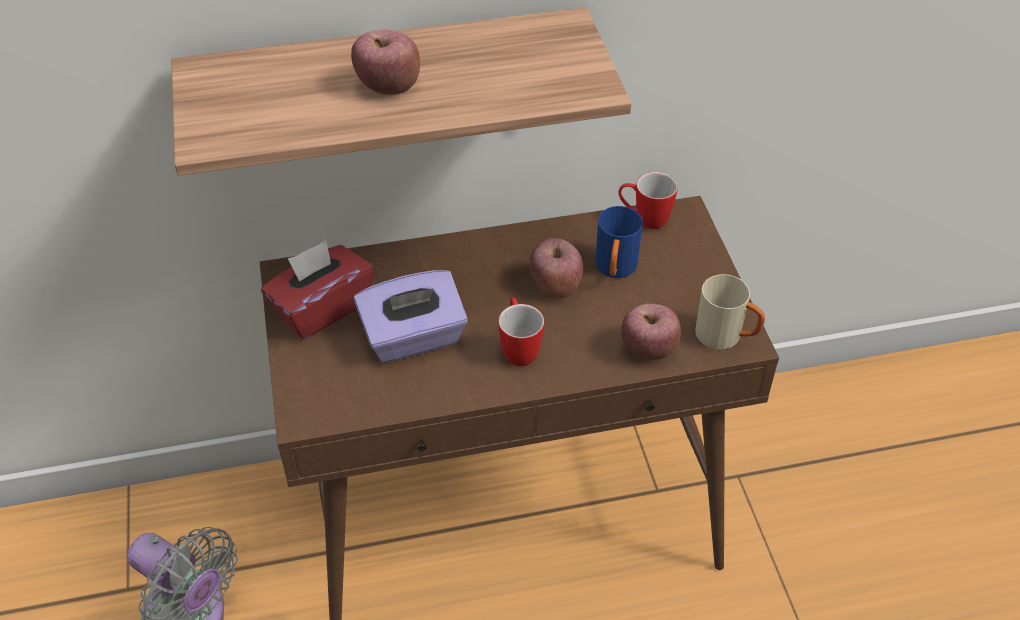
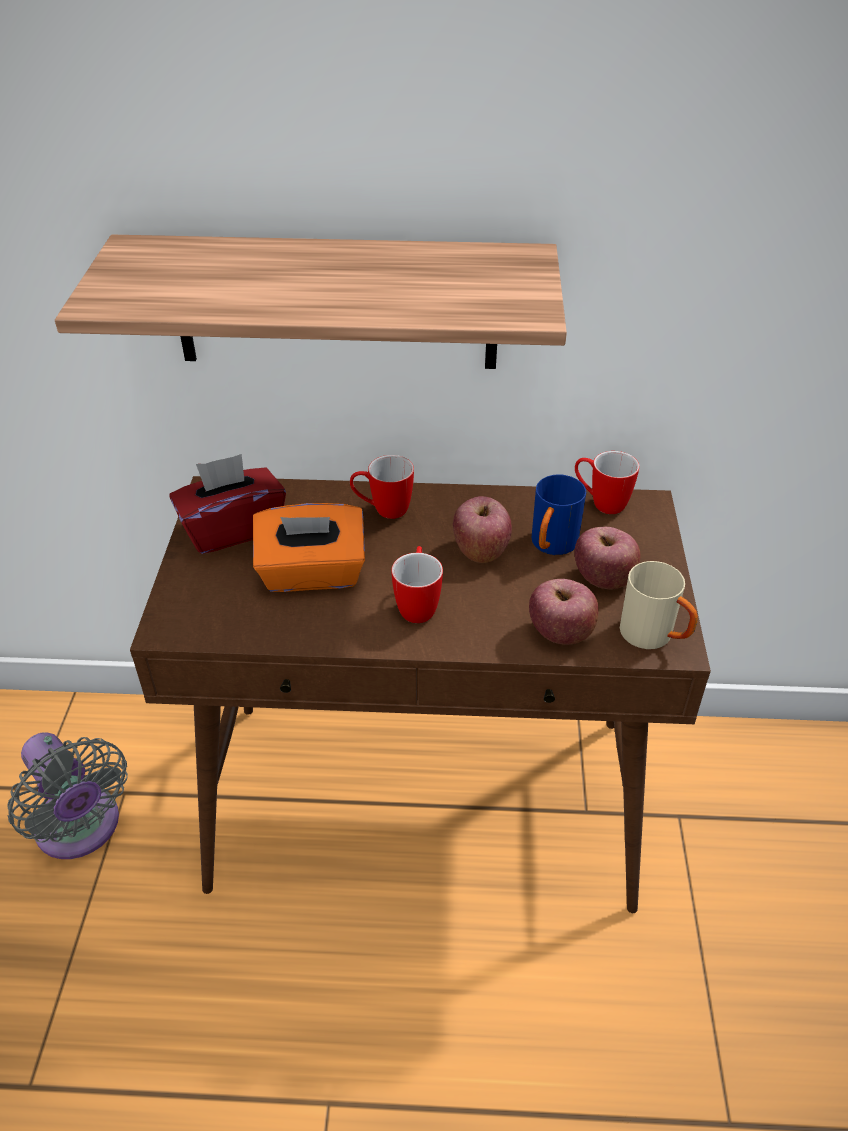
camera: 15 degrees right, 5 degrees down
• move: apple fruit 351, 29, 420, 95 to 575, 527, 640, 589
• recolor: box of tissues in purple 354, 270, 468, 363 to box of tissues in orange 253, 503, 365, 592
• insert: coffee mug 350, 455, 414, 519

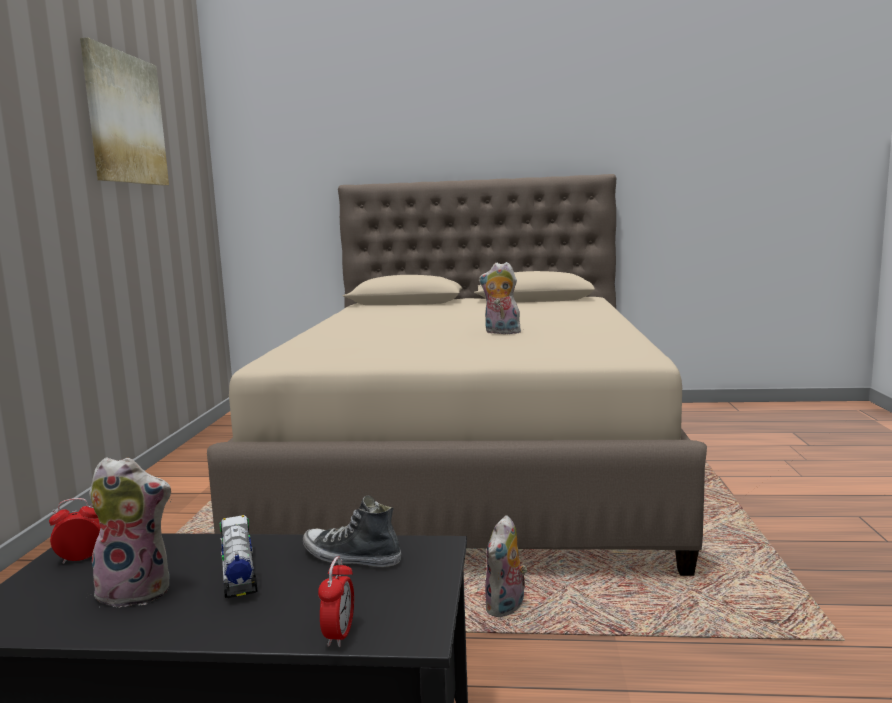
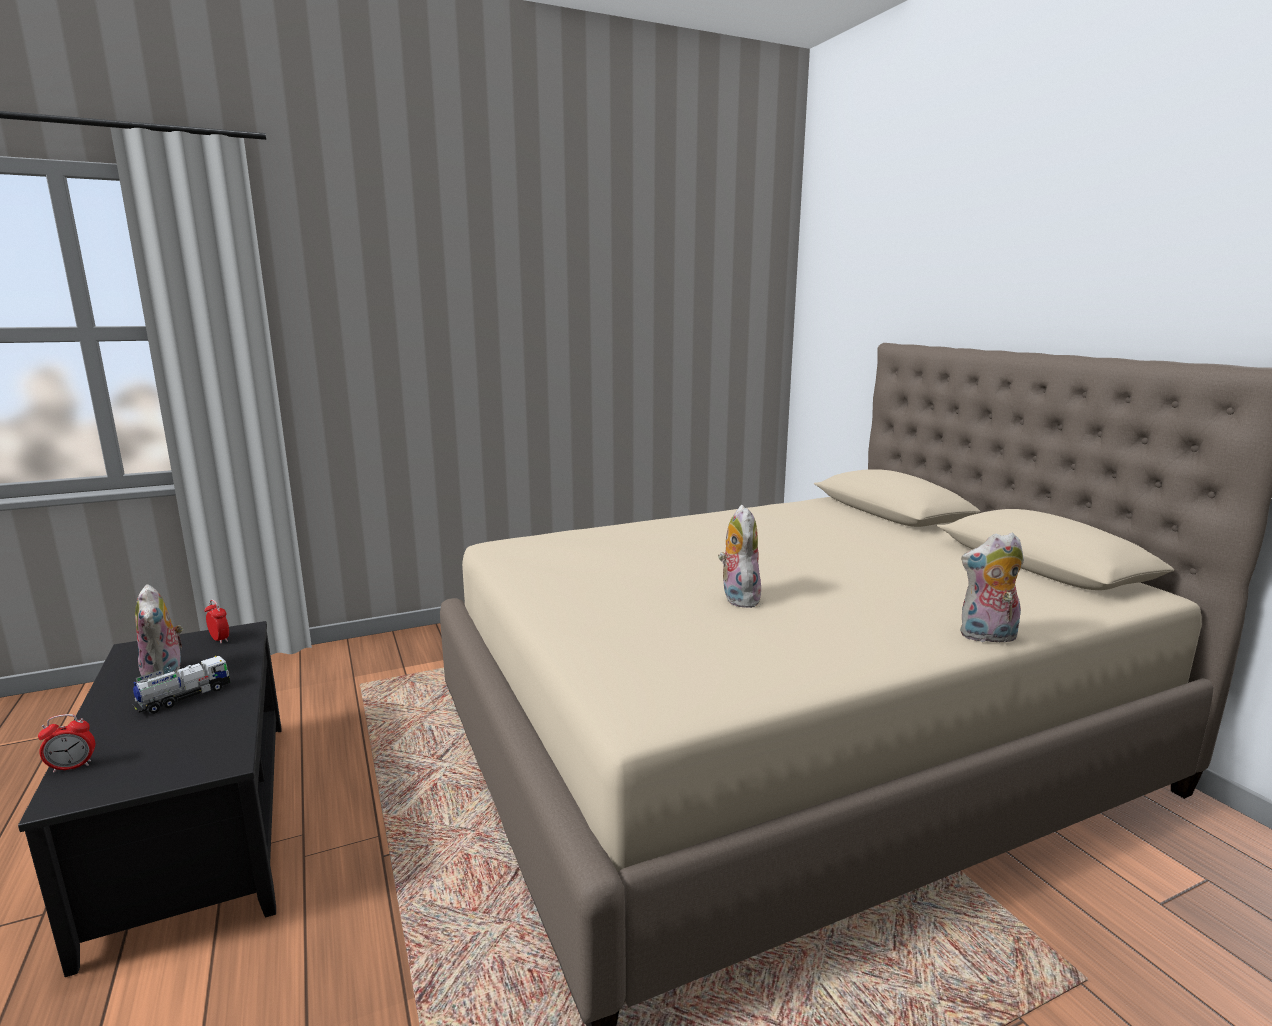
camera: 60 degrees right, 5 degrees up
• delete: wall picture 80, 38, 169, 185
• delete: shoe 303, 496, 401, 567
• move: cuddly toy 485, 515, 527, 617 to 960, 532, 1024, 645

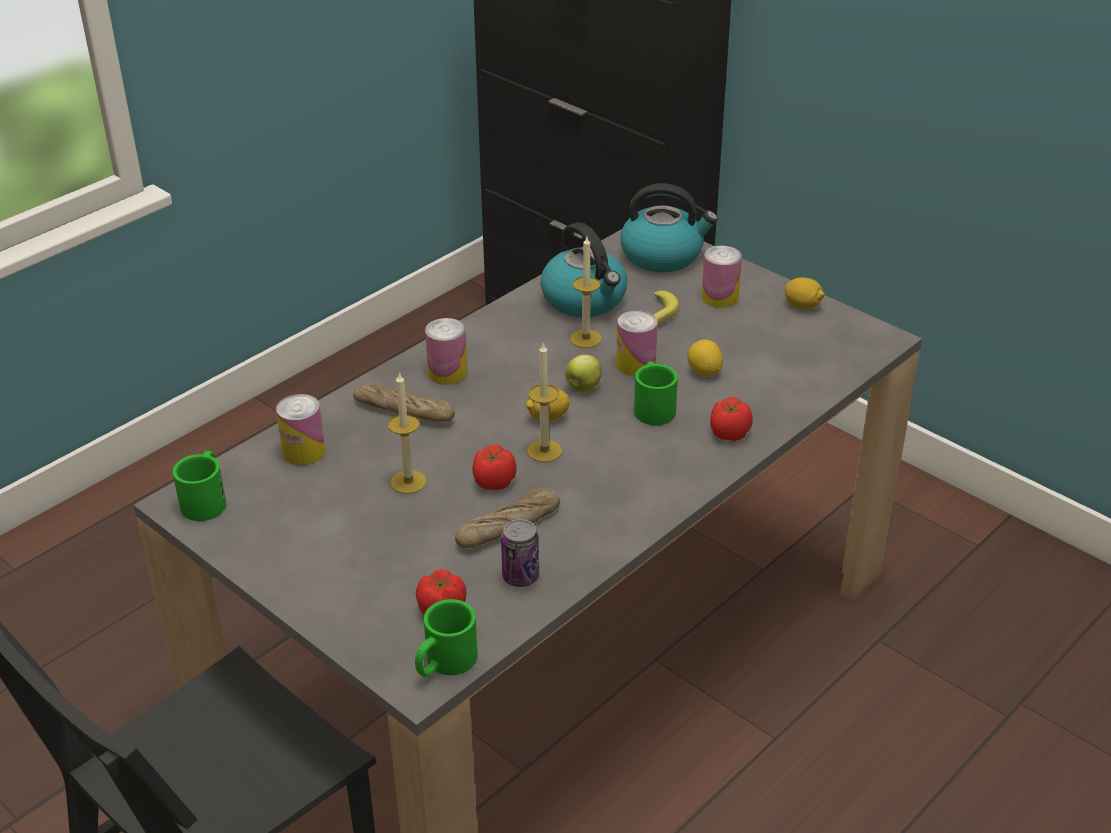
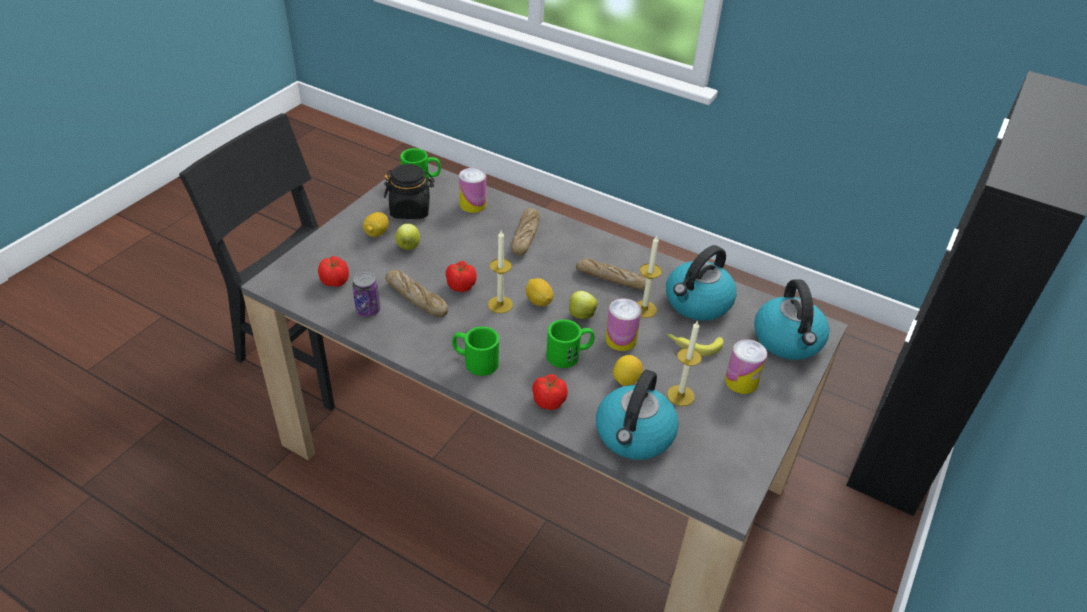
camera: 75 degrees right, 5 degrees up
• move: lemon 785, 277, 825, 309 to 363, 212, 389, 237
• delete: can 425, 318, 468, 385
• move: wax light 388, 372, 427, 494 to 667, 320, 702, 406
• move: coffee mug in green 415, 599, 478, 677 to 452, 327, 499, 376
• insert: jar in black-coloured 384, 164, 434, 219
• insert: apple fruit 395, 223, 420, 250
• insert: bakery bread 576, 258, 646, 290
• insert: tea kettle 596, 370, 679, 460

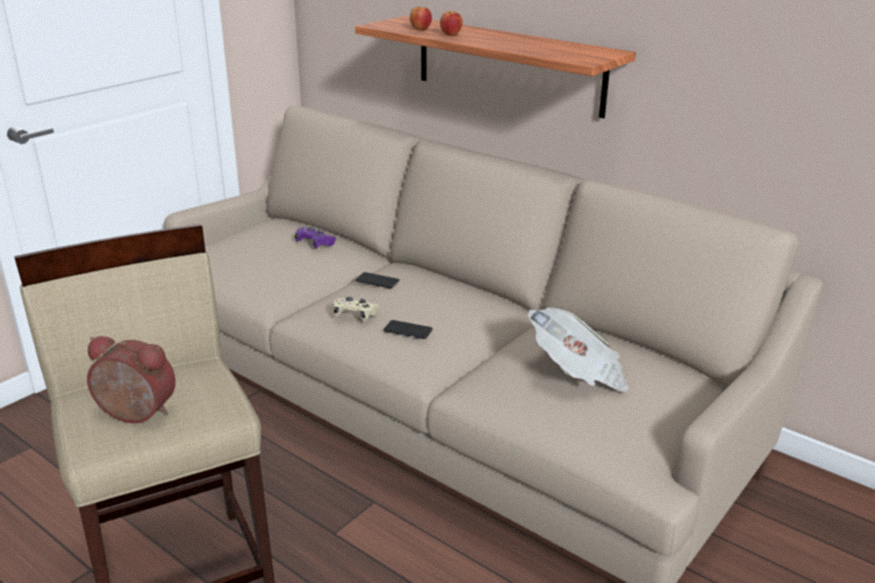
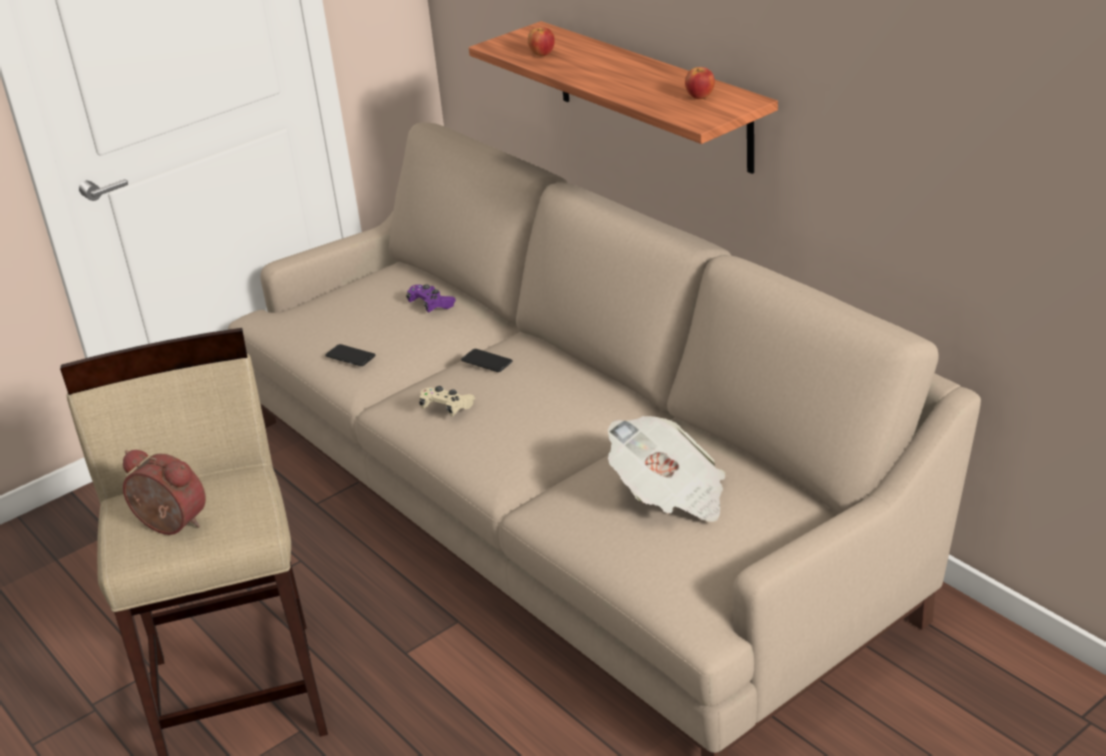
camera: 15 degrees right, 5 degrees up
• move: apple fruit 440, 11, 463, 36 to 685, 67, 715, 99
• move: telephone 383, 320, 433, 339 to 325, 344, 376, 366

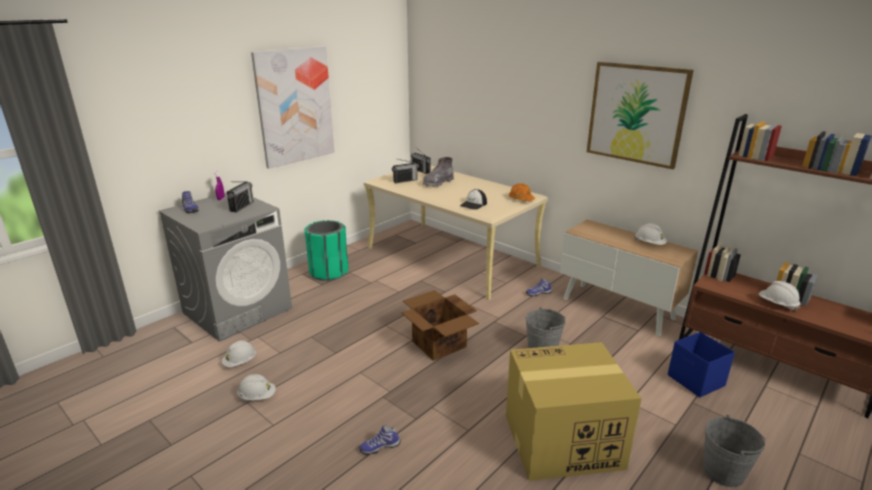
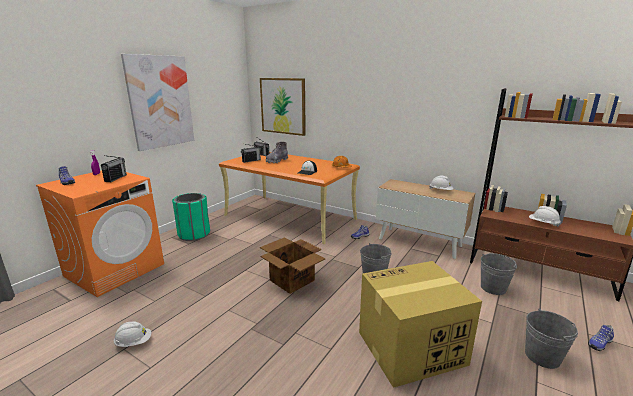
camera: 10 degrees left, 5 degrees down
• move: wall picture 587, 62, 694, 169 to 260, 78, 306, 136
• recolor: desk in beige-coloured 364, 165, 548, 300 to desk in orange 219, 152, 360, 244
• recolor: laundry machine in greyish 159, 193, 292, 342 to laundry machine in orange 36, 170, 164, 297
• replace: storage box in blue-coloured 668, 332, 735, 397 to pail in greyish 481, 253, 517, 295
• delete: hard hat in whitish 222, 340, 256, 367
• move: shoe 359, 425, 400, 455 to 588, 325, 614, 351

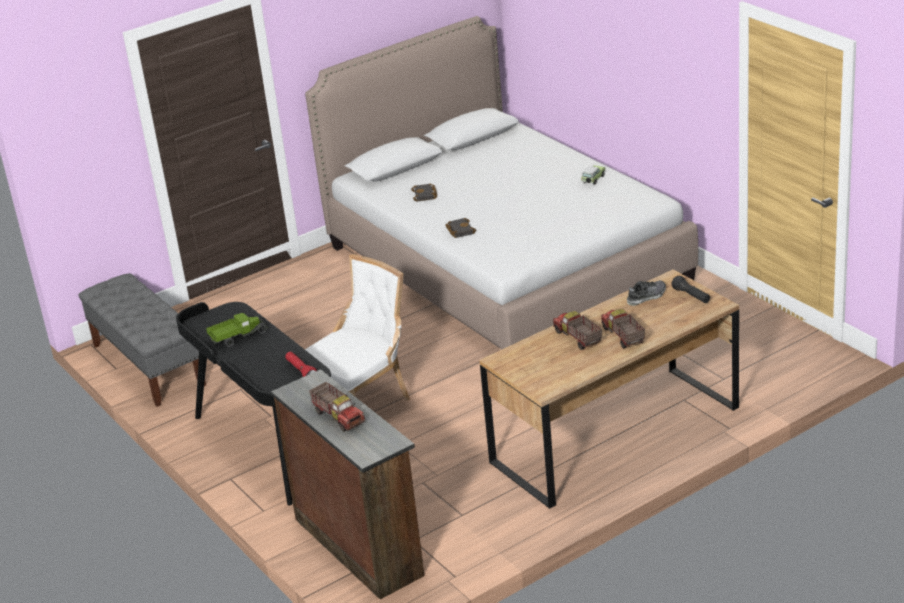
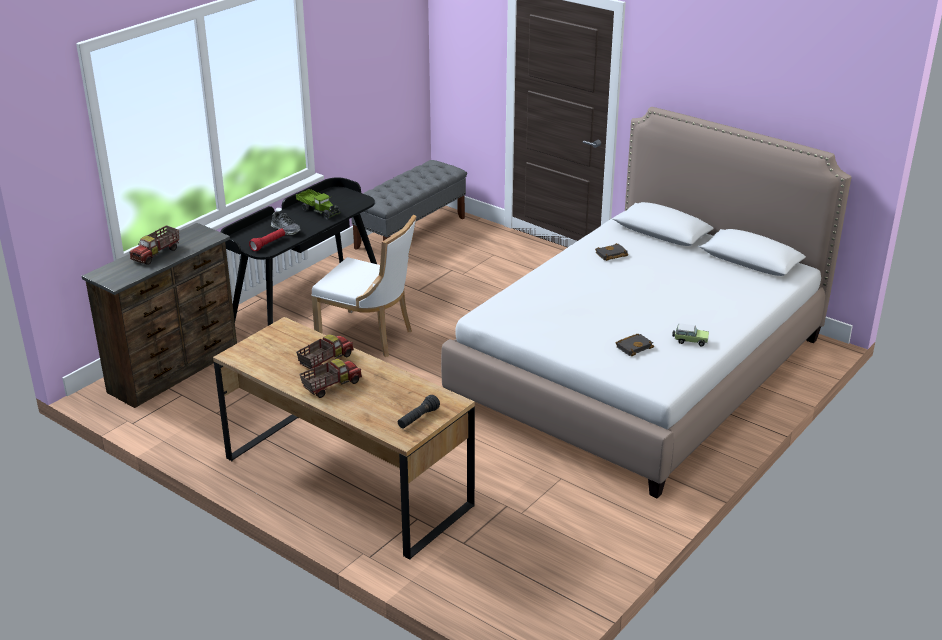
camera: 70 degrees right, 0 degrees up
• move: volume in black-coloured 445, 218, 476, 238 to 616, 334, 654, 356
• move: shoe 627, 280, 666, 306 to 271, 211, 301, 235

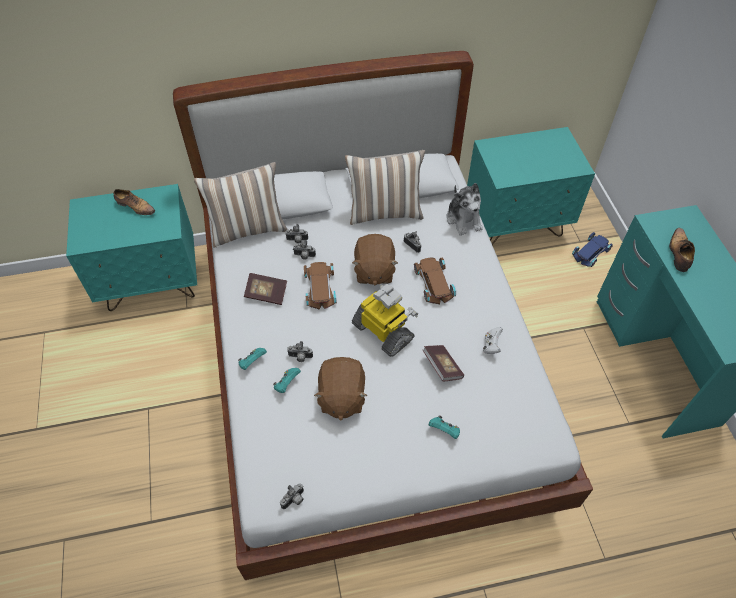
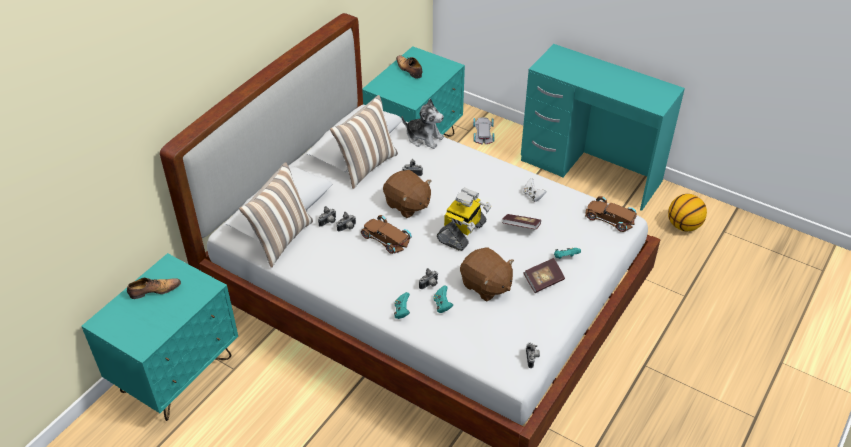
camera: 45 degrees left, 10 degrees down
• move: shoe 669, 228, 695, 272 to 396, 55, 422, 79
• recolor: model car in blue-coloured 572, 232, 613, 267 to model car in whitish 473, 118, 495, 144
• move: model car in brown-coloured 414, 257, 456, 304 to 585, 196, 637, 232
• move: volume 244, 273, 287, 305 to 523, 258, 565, 293
• rotate: model robot 352, 284, 418, 357 = 437, 188, 491, 251 120 degrees clockwise
• insert: basketball ball 668, 194, 707, 232

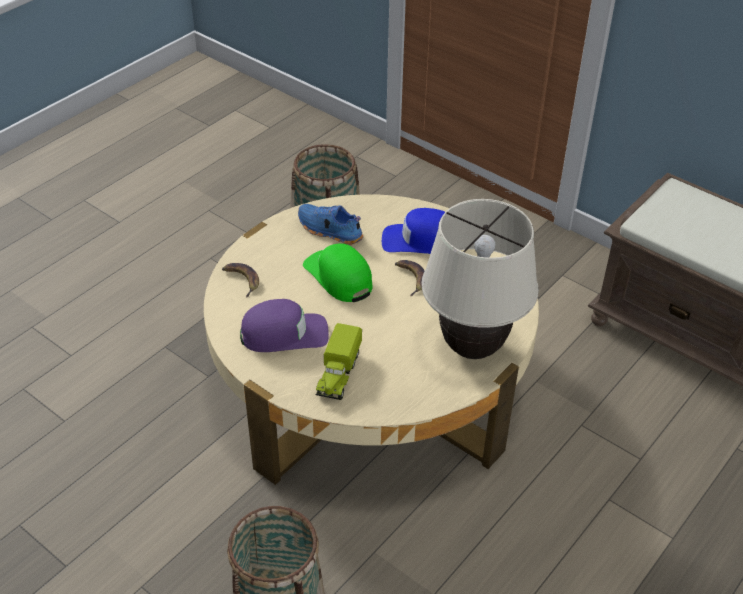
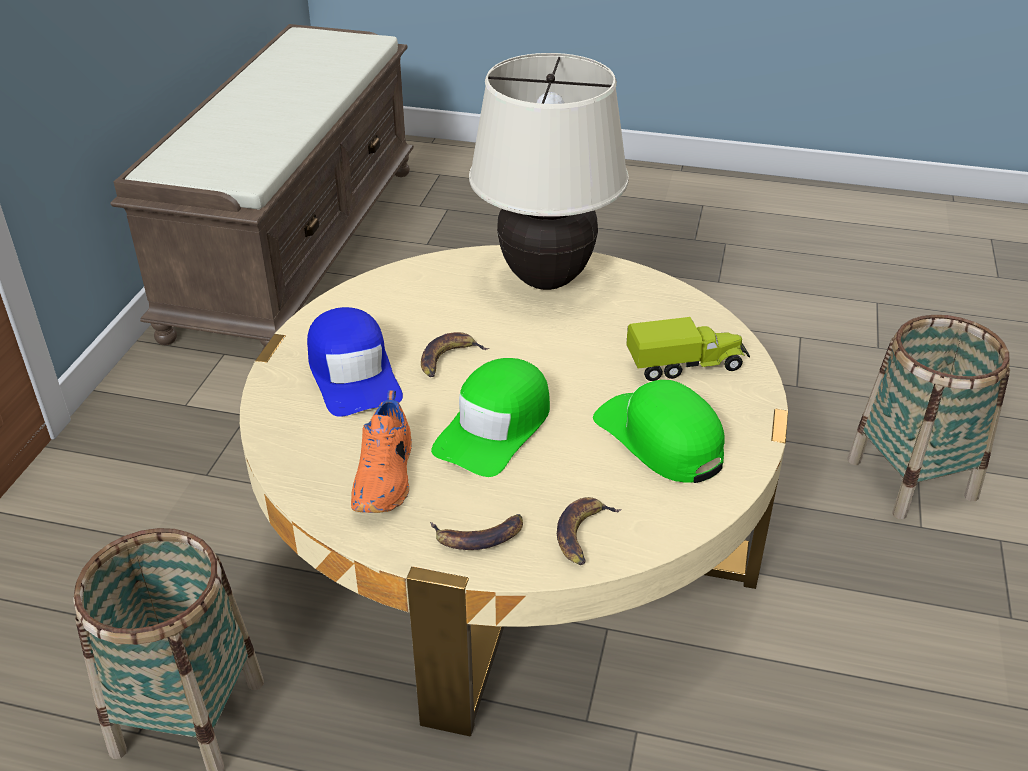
camera: 115 degrees left, 5 degrees down
• recolor: shoe in blue-coloured 298, 204, 363, 245 to shoe in orange 351, 390, 412, 513
• recolor: cap in purple 240, 299, 329, 352 to cap in green 593, 380, 725, 483
• insert: banana 430, 514, 523, 550

